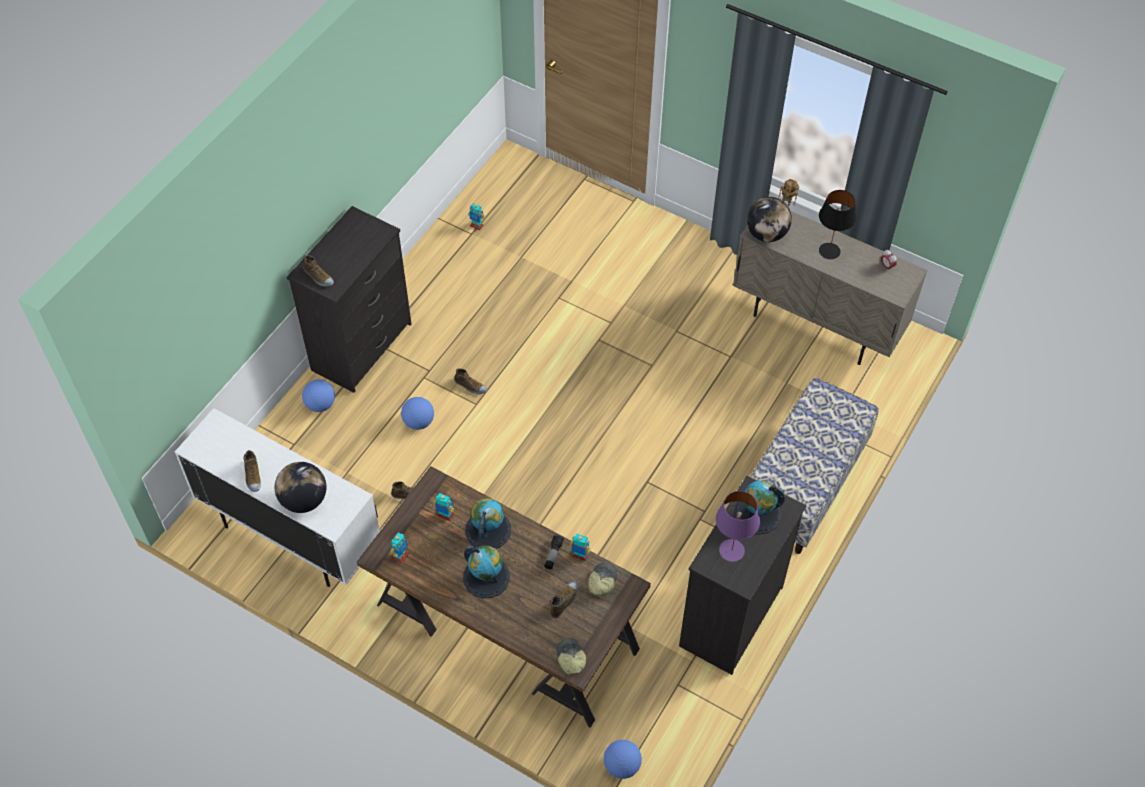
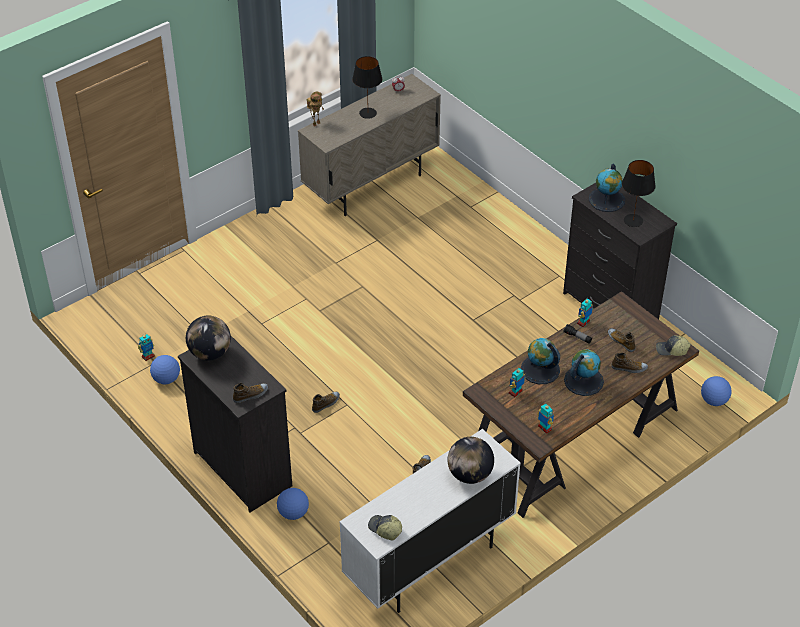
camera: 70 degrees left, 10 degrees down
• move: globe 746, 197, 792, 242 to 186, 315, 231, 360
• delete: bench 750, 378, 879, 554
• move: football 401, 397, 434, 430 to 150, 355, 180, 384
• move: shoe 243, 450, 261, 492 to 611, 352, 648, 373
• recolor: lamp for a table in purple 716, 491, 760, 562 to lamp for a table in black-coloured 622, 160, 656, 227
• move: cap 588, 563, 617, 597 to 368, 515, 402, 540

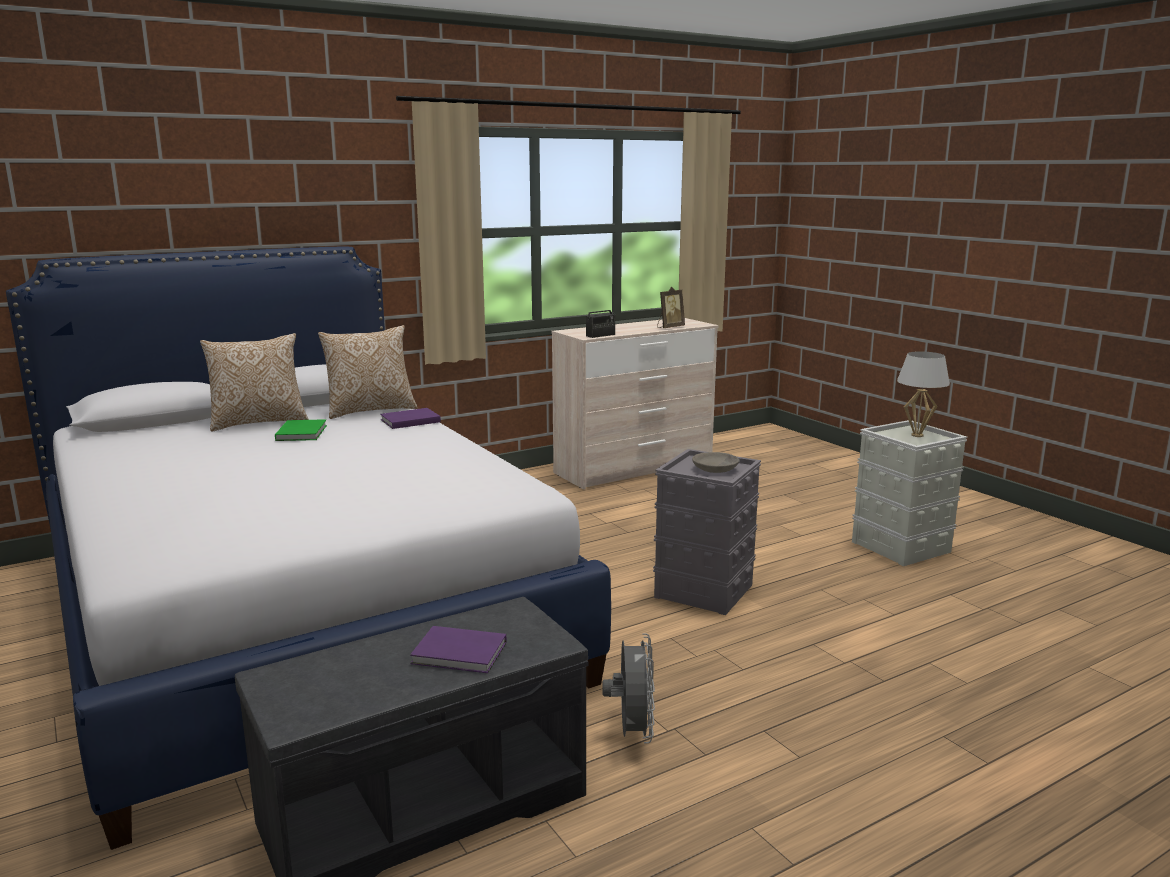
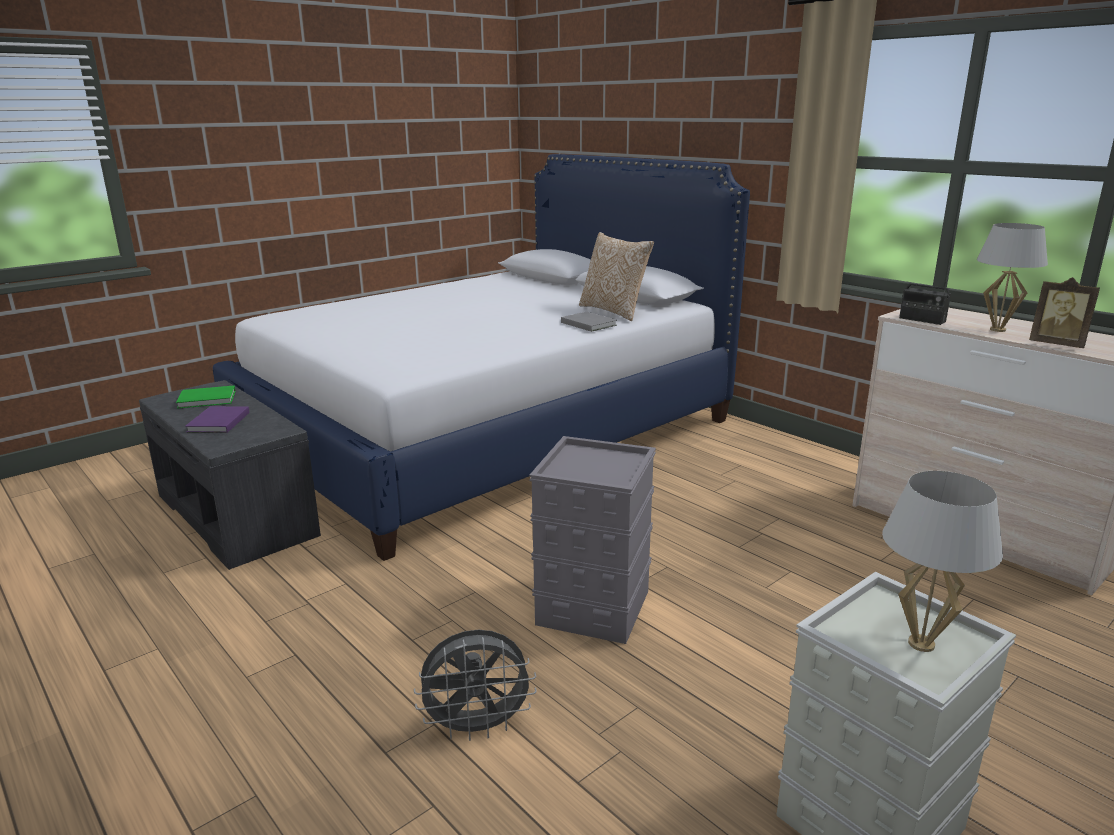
camera: 80 degrees right, 5 degrees up
• delete: pillow 200, 333, 309, 431
• recolor: volume in purple 380, 408, 441, 429 to volume in greyish 561, 311, 617, 332
• move: volume in green 275, 419, 327, 441 to 176, 385, 236, 409
• delete: bowl in greyish 692, 452, 740, 473
• move: fan in greyish 602, 633, 655, 743 to 414, 630, 537, 741
• insert: lamp for a table in whitish 977, 223, 1048, 332

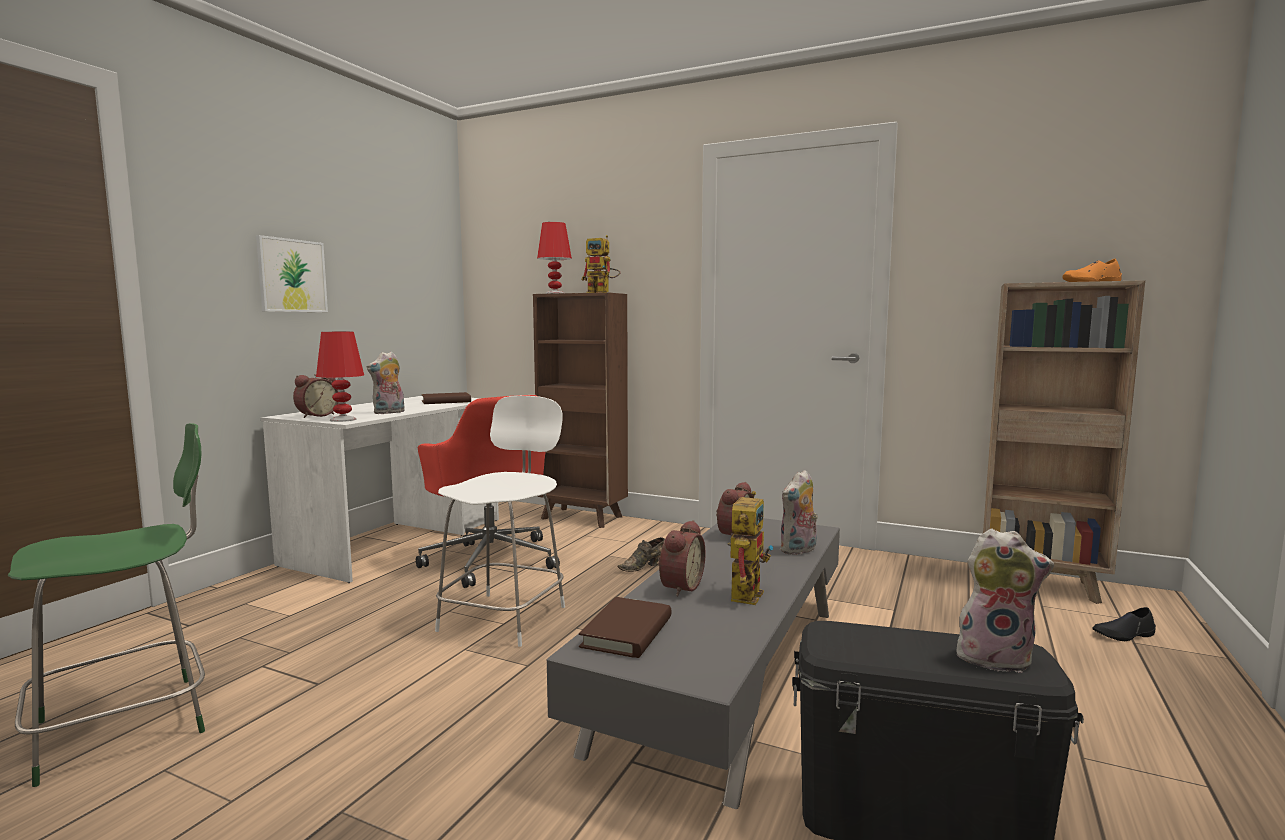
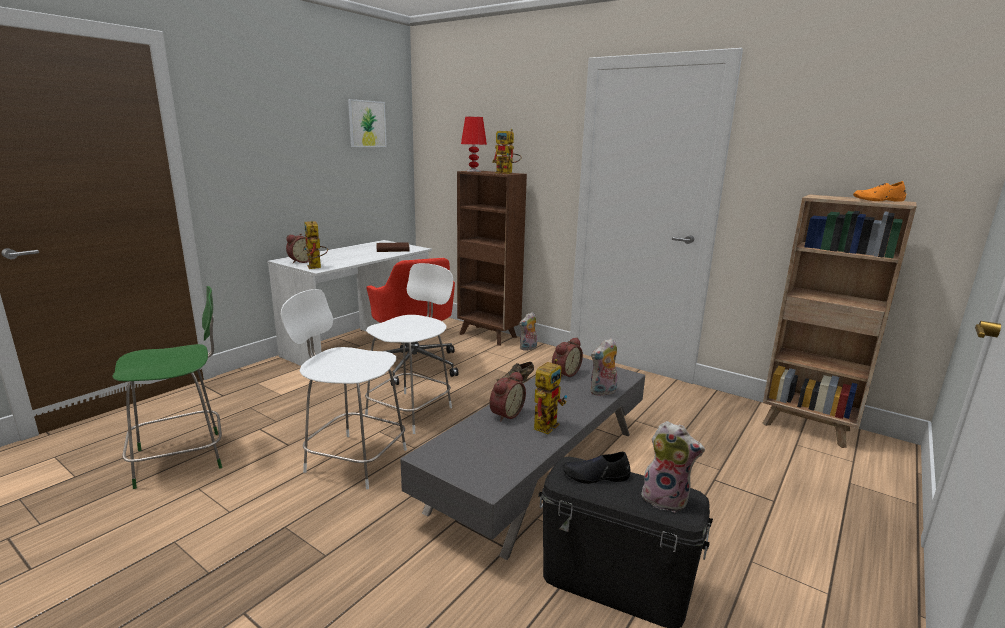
camera: 10 degrees right, 10 degrees up
• move: wall picture 256, 235, 328, 312 to 348, 99, 387, 147
• replace: lamp for a table in red 316, 332, 364, 422 to model robot 304, 221, 328, 269
• move: cuddly toy 367, 352, 405, 414 to 519, 312, 537, 351
• delete: volume in brown-coloured 579, 597, 672, 658
• move: shoe in black-coloured 1092, 607, 1156, 641 to 562, 452, 630, 484
• insert: upright chair in whitish 281, 289, 407, 489

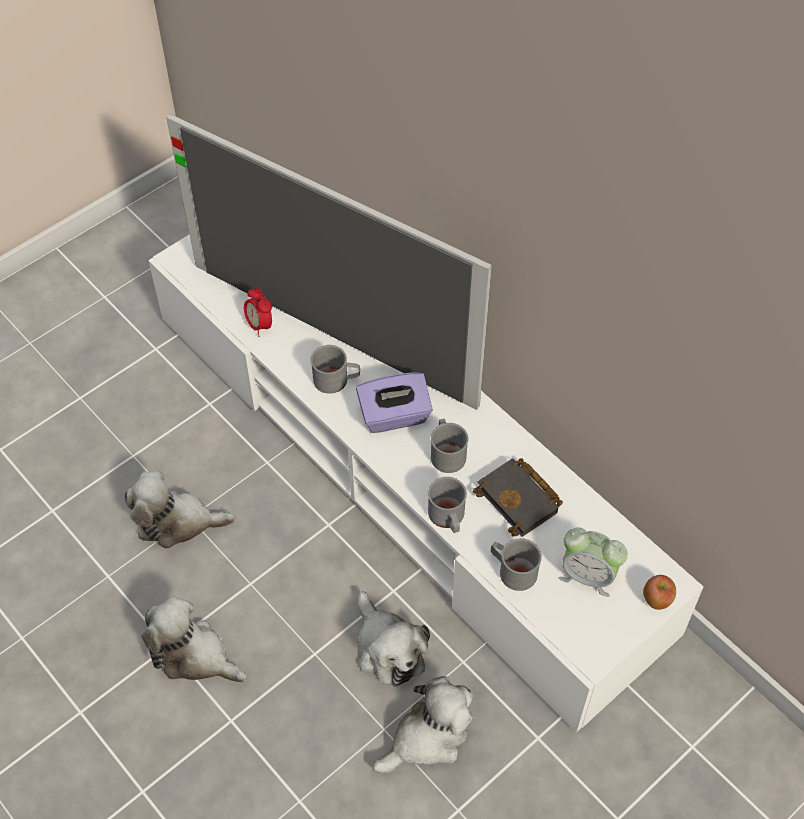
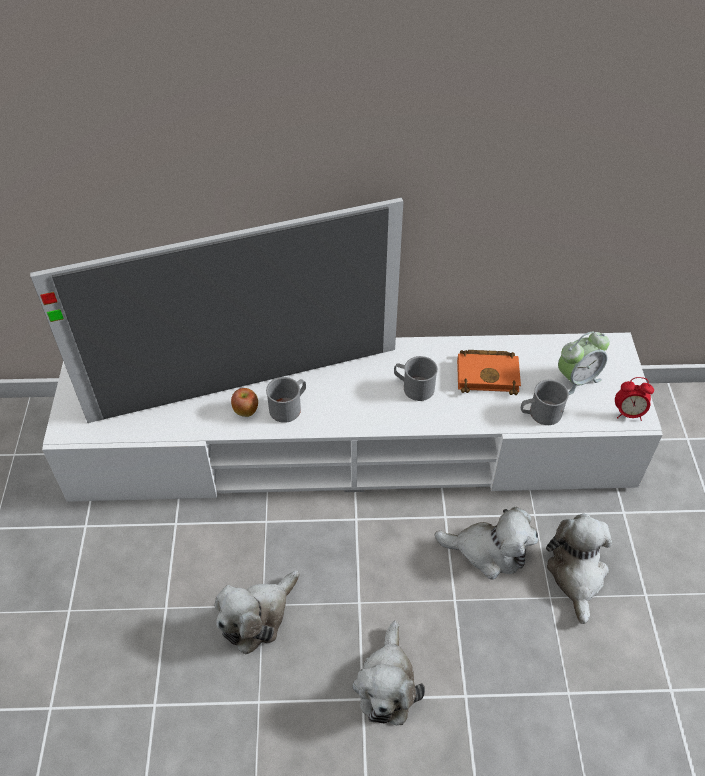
camera: 50 degrees left, 5 degrees down
• move: table clock 244, 287, 272, 337 to 615, 377, 654, 421
• delete: box of tissues in purple 356, 372, 433, 433
• recolor: volume in black-coloured 473, 458, 563, 537 to volume in orange 457, 350, 521, 395
• delete: coffee mug in greyish 428, 477, 467, 533
• move: apple fruit 643, 575, 676, 610 to 231, 388, 258, 417
• rotate: cuddly toy 142, 596, 247, 682 = 352, 621, 425, 725 60 degrees counterclockwise

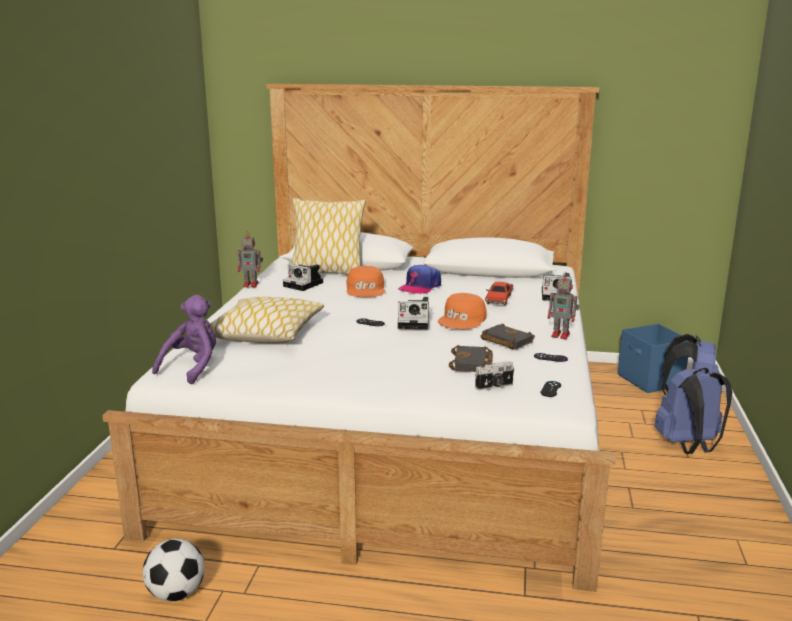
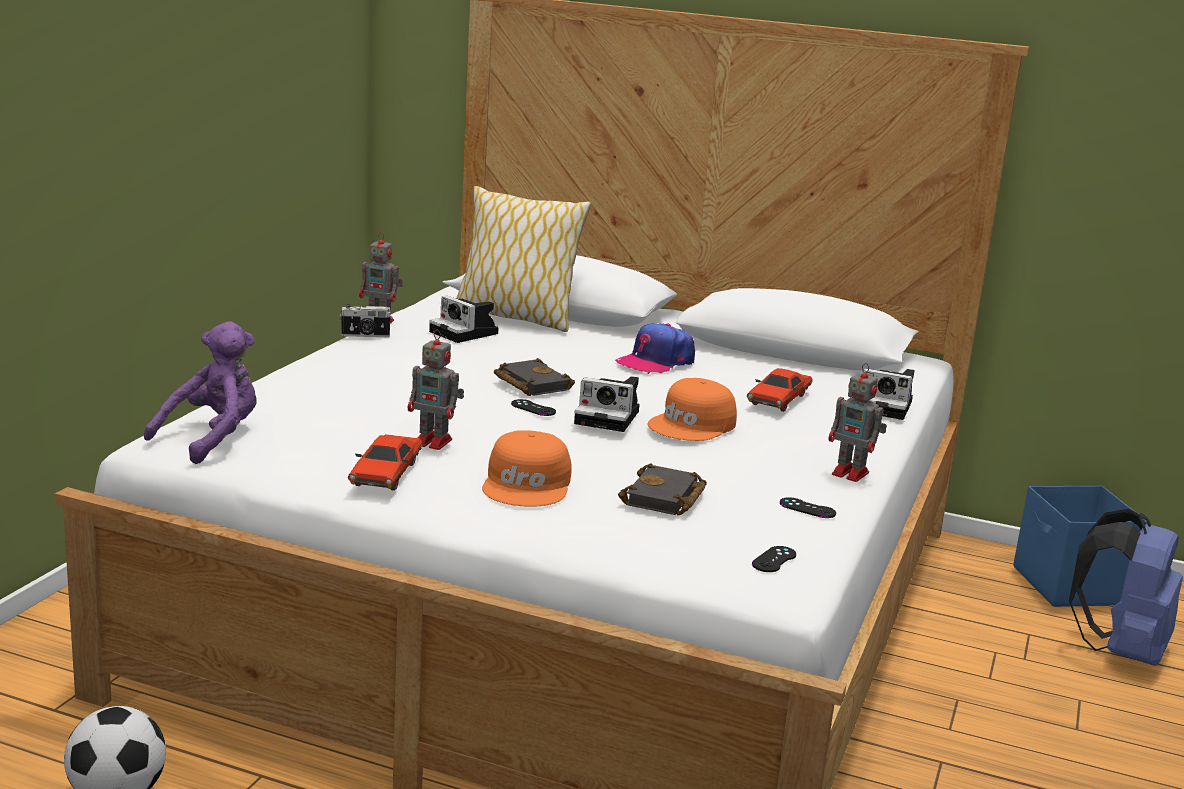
camera: 10 degrees right, 0 degrees up
• move: cap in orange 346, 266, 385, 297 to 482, 430, 572, 507
• delete: pillow 210, 297, 324, 343
• move: volume in black-coloured 480, 323, 535, 350 to 494, 358, 575, 396
• move: photo camera 475, 361, 514, 391 to 339, 304, 392, 337
• delete: knapsack in blue-coloured 654, 368, 732, 454
• insert: model robot 408, 330, 464, 450
• insert: model car in red 348, 434, 423, 491

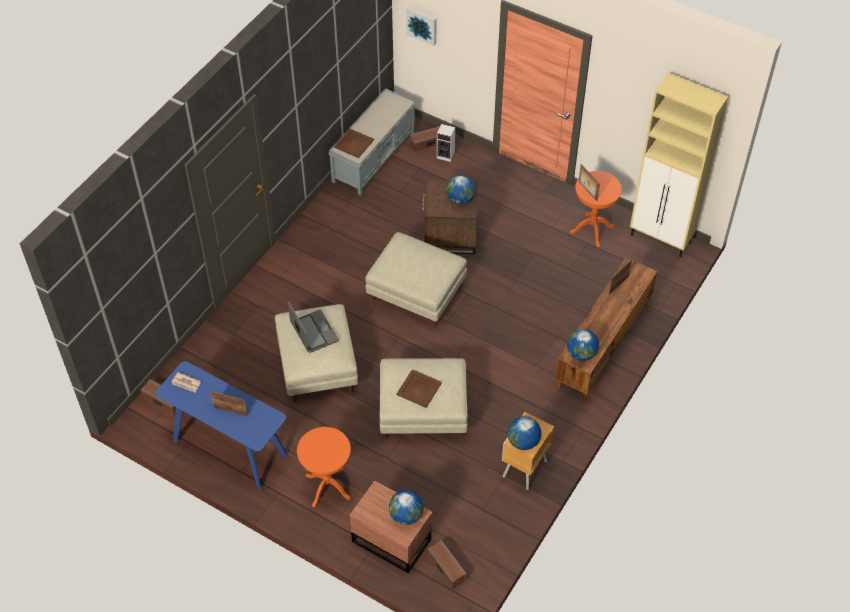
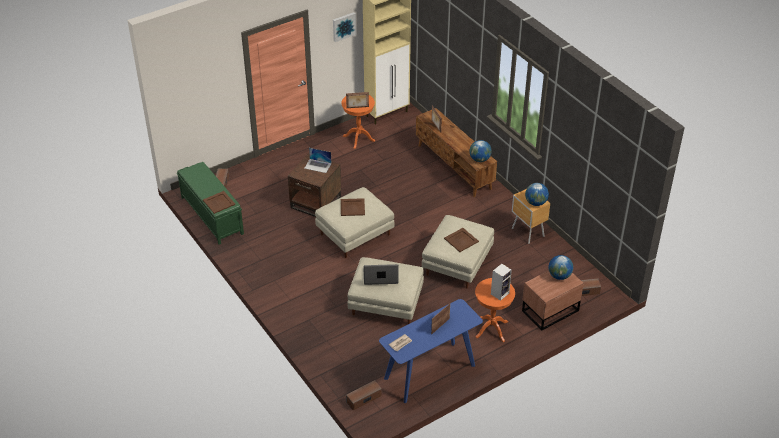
camera: 65 degrees left, 10 degrees down
• move: wall picture 406, 7, 437, 46 to 333, 12, 356, 42
• recolor: bench in greyish 328, 88, 416, 195 to bench in green 177, 162, 244, 245
• move: audio speaker 437, 124, 455, 162 to 491, 264, 512, 301
• replace: globe 446, 175, 476, 204 to portable computer 304, 148, 332, 173
• insert: carrying tray in brown-coloured 341, 198, 365, 216

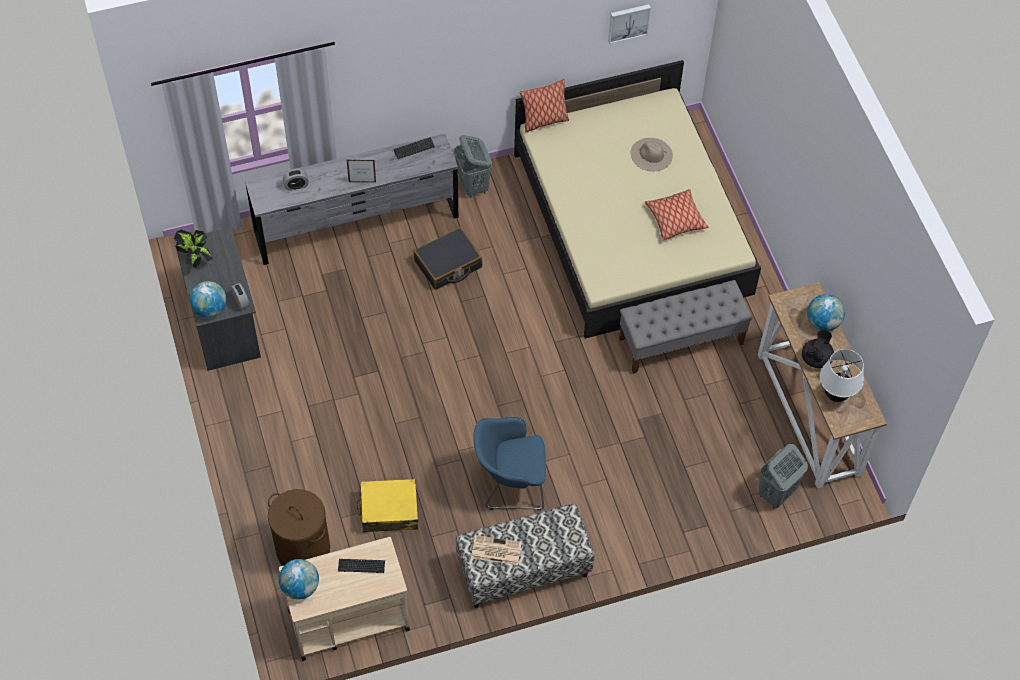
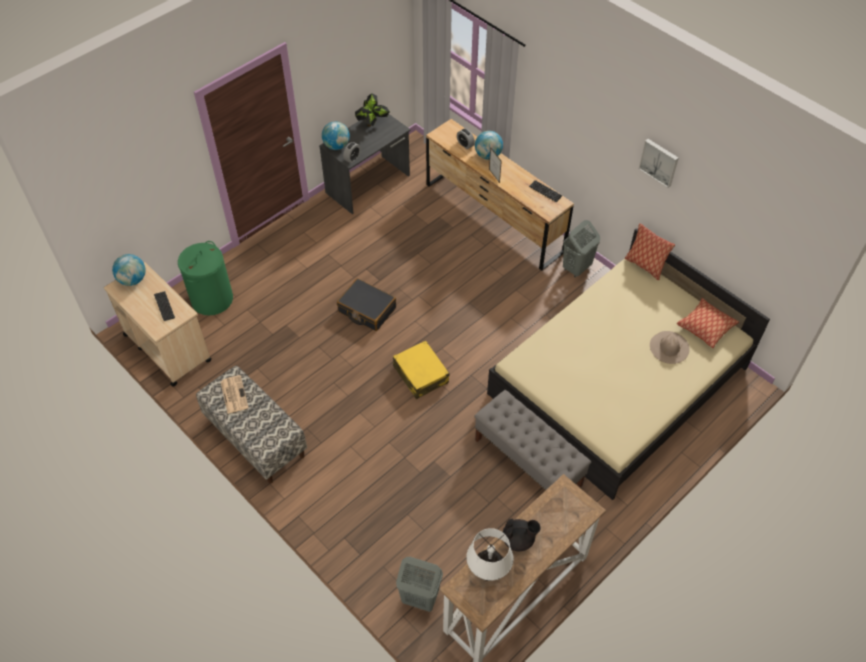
camera: 65 degrees right, 5 degrees down
• move: wall picture 608, 4, 651, 44 to 638, 139, 679, 188
• recolor: chest of drawers in greyish 245, 133, 458, 265 to chest of drawers in brown-coloured 426, 119, 574, 271
• move: pillow 645, 189, 708, 240 to 677, 298, 739, 348
• move: piece of luggage in black-coloured 413, 228, 482, 290 to 337, 278, 396, 331
• move: globe 807, 294, 845, 331 to 475, 131, 503, 160
• delete: lounge chair in blue-coloured 473, 417, 546, 511
• move: piece of luggage in yellow 357, 479, 419, 532 to 393, 340, 449, 399
• recolor: laundry basket in brown-coloured 268, 489, 330, 566 to laundry basket in green 178, 241, 233, 316

